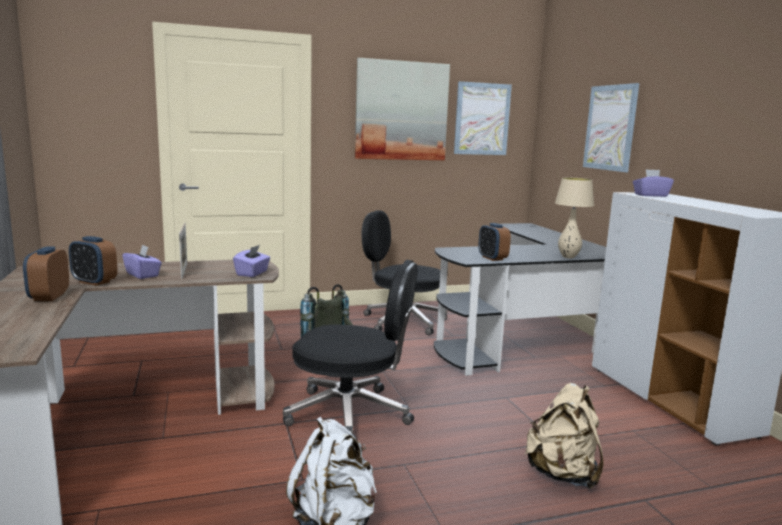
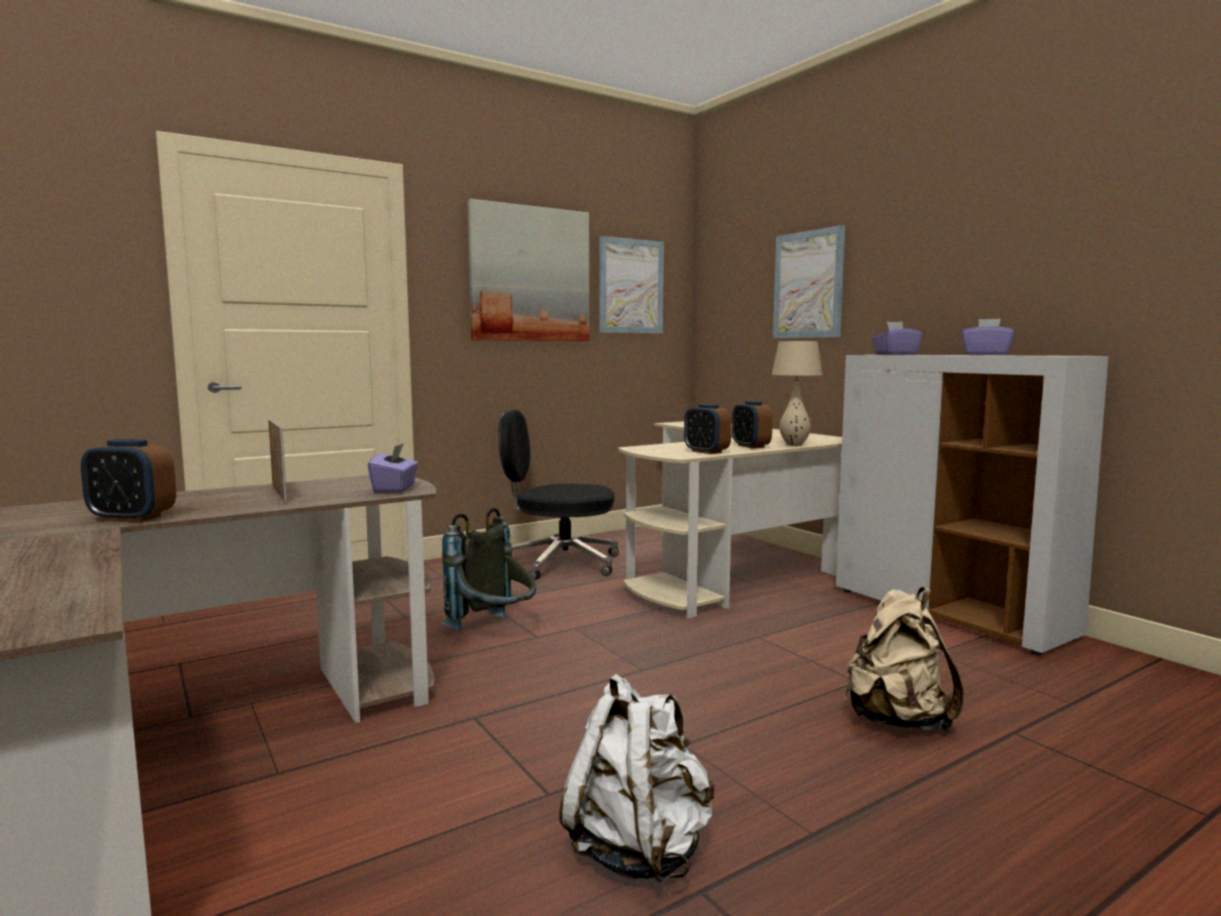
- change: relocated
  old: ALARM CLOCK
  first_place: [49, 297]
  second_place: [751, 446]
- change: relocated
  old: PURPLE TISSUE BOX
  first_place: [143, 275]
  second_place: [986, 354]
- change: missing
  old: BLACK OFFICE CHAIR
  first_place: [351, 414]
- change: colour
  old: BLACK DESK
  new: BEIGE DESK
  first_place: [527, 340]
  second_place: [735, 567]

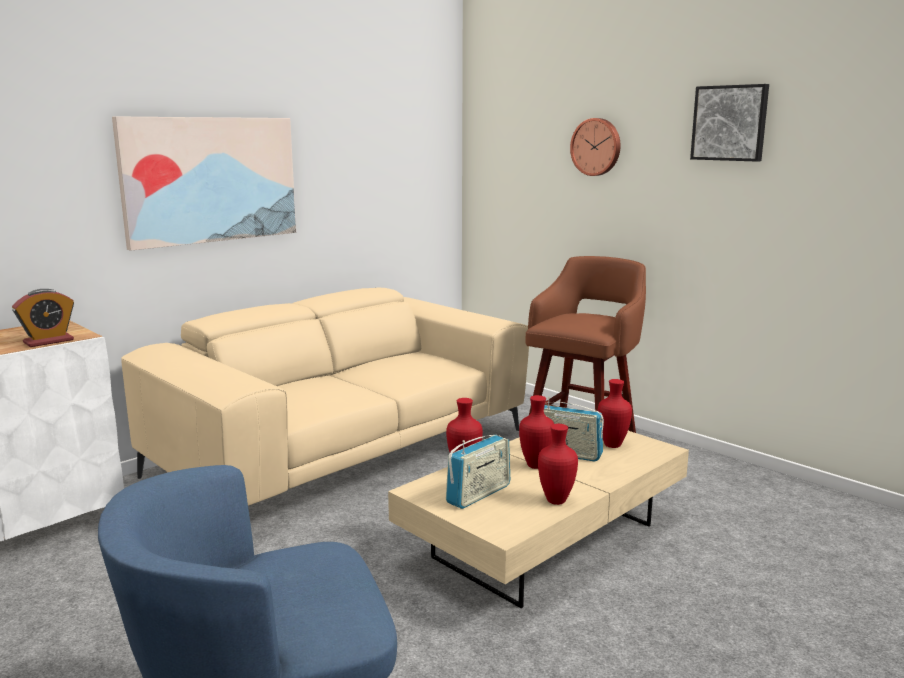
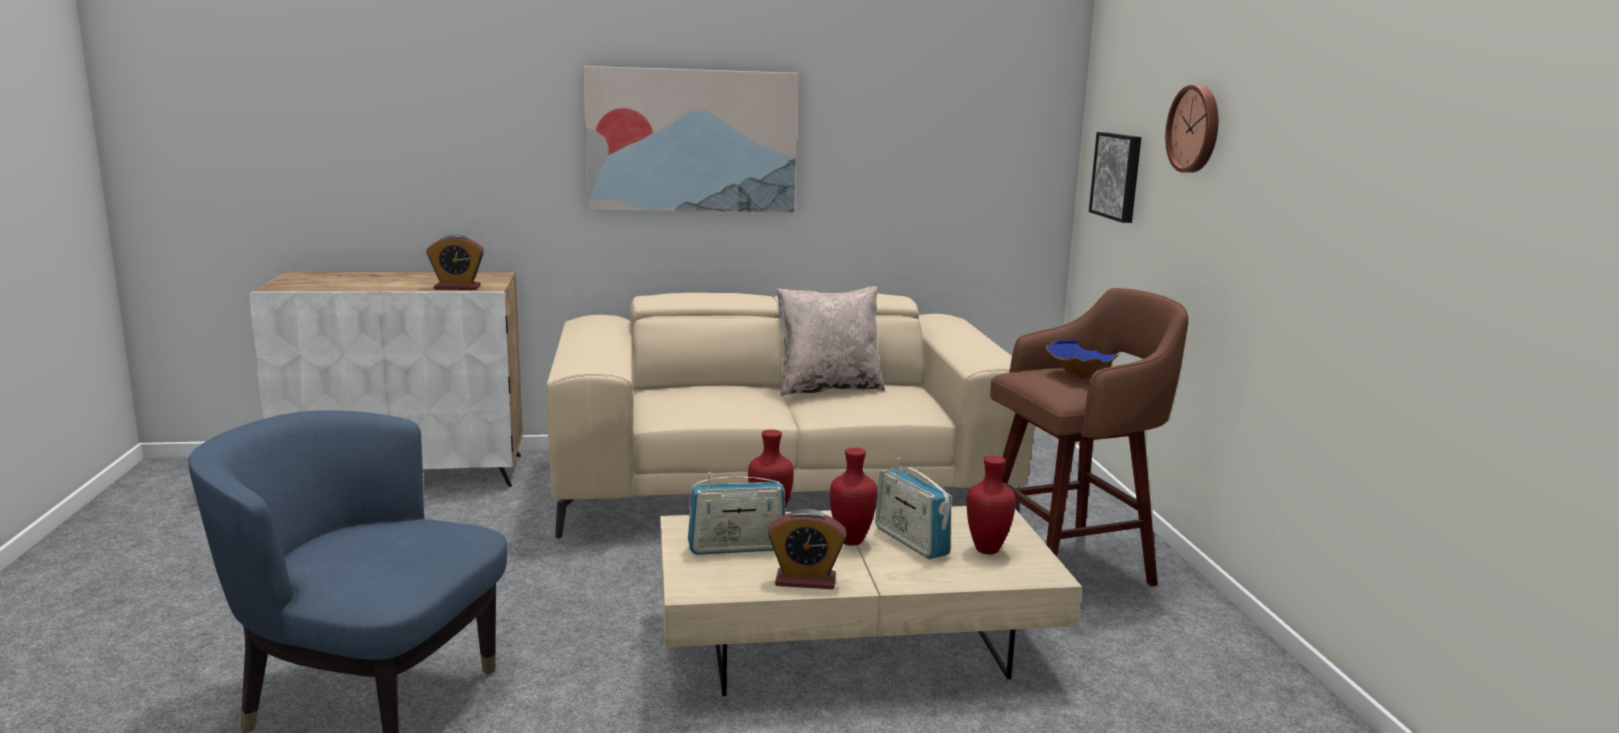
- change: exchanged
  old: RED VASE
  new: ALARM CLOCK
  first_place: [556, 500]
  second_place: [805, 580]
- change: relocated
  old: PICTURE
  first_place: [730, 123]
  second_place: [1118, 176]
- change: appeared
  new: BEIGE PILLOW
  second_place: [828, 388]
- change: appeared
  new: BLUE BOWL
  second_place: [1077, 375]

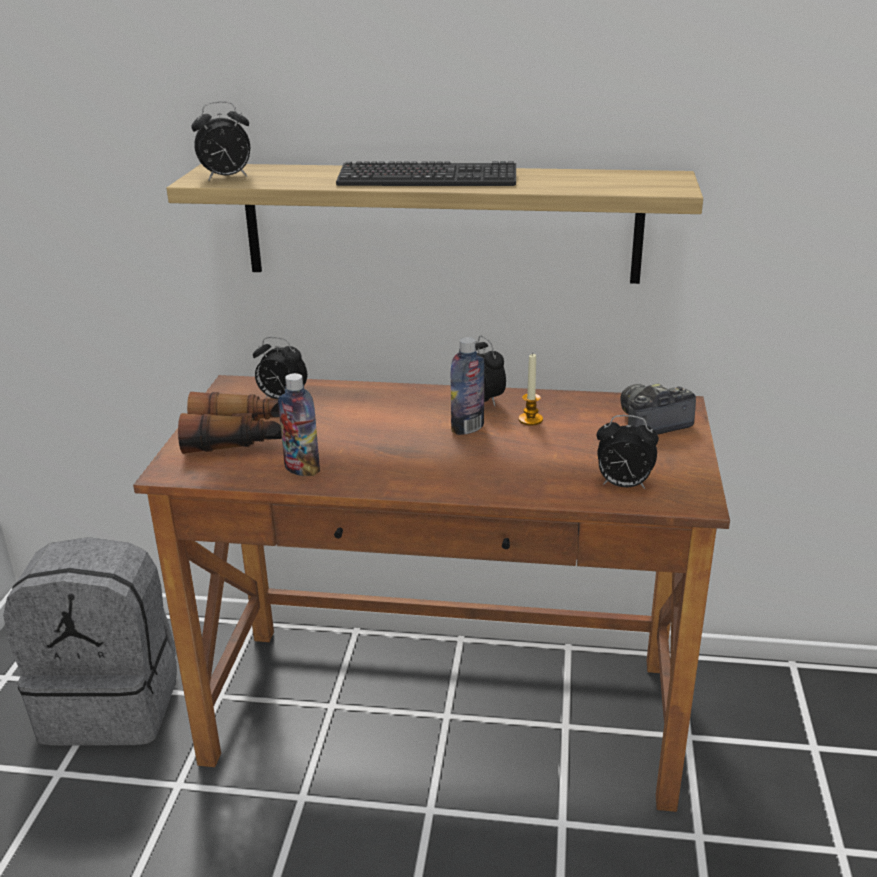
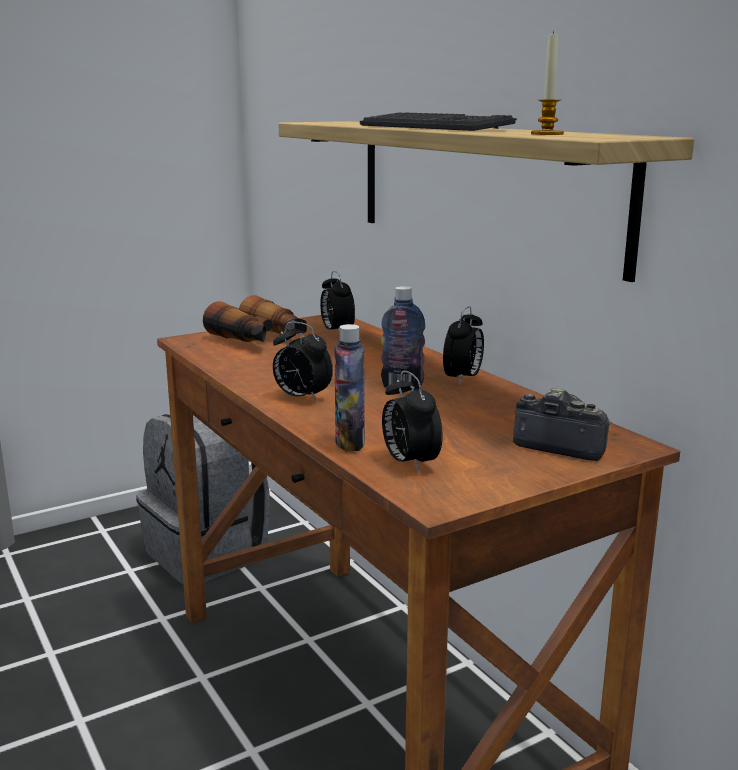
- change: relocated
  old: ALARM CLOCK
  first_place: [226, 178]
  second_place: [301, 398]
- change: relocated
  old: BOTTLE
  first_place: [302, 469]
  second_place: [350, 443]
- change: relocated
  old: CANDLE
  first_place: [530, 419]
  second_place: [547, 134]

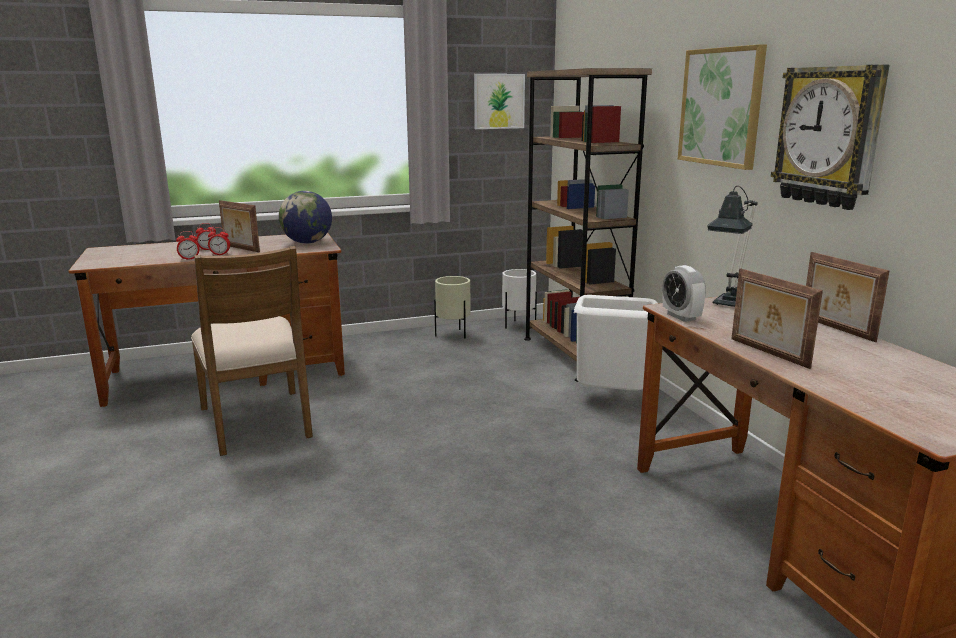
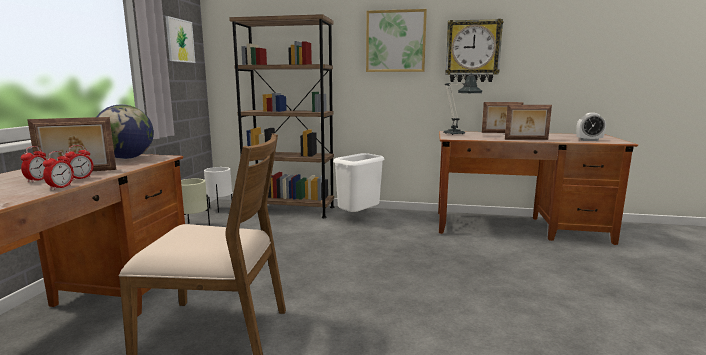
- change: relocated
  old: ALARM CLOCK
  first_place: [681, 317]
  second_place: [589, 140]

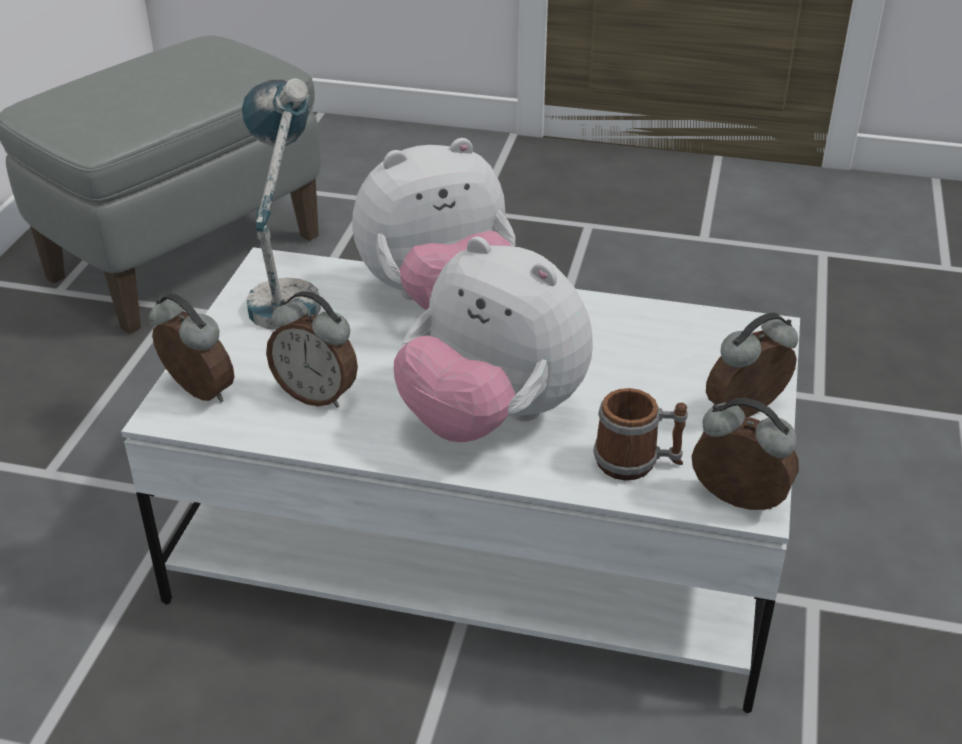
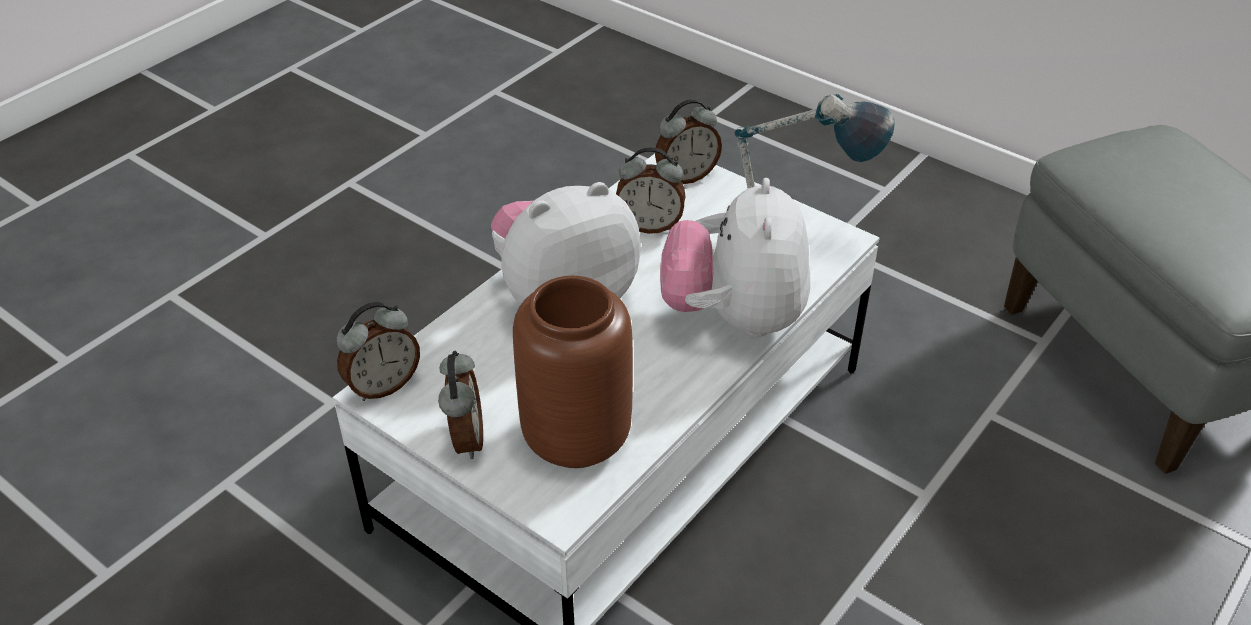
- change: spun
  old: ALARM CLOCK
  first_place: [317, 395]
  second_place: [649, 225]
  degrees: -135
- change: missing
  old: MUG
  first_place: [637, 463]
- change: appeared
  new: BROWN VASE
  second_place: [574, 439]

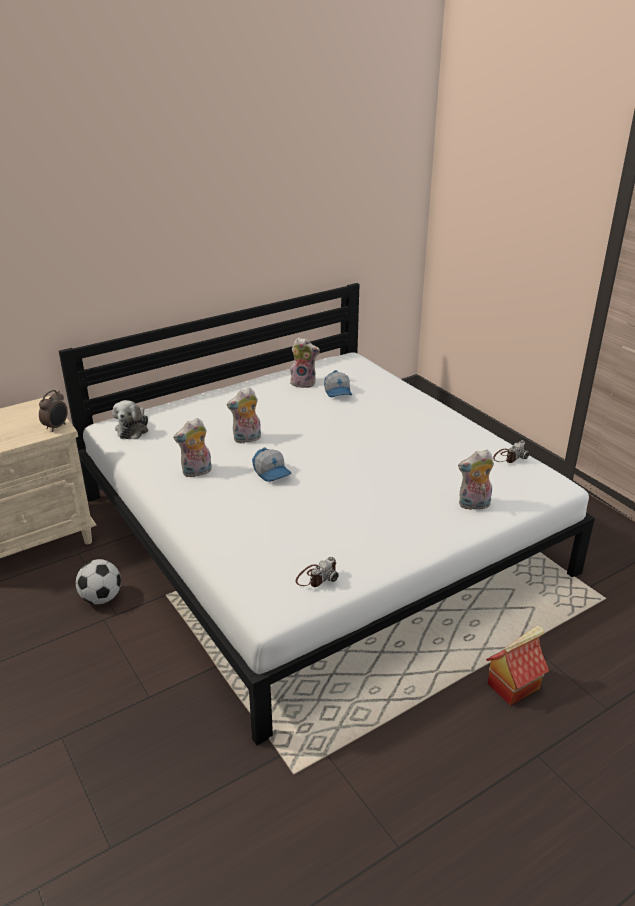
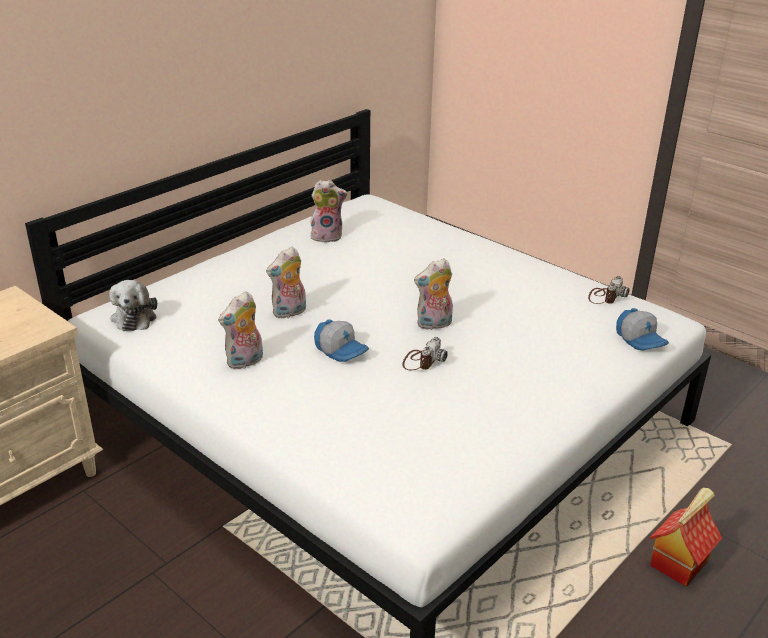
- change: missing
  old: ALARM CLOCK
  first_place: [56, 427]
- change: missing
  old: FOOTBALL
  first_place: [101, 598]
- change: relocated
  old: PHOTO CAMERA
  first_place: [316, 577]
  second_place: [422, 360]
- change: relocated
  old: CAP
  first_place: [338, 392]
  second_place: [641, 339]
- change: relocated
  old: PLUSH TOY
  first_place: [473, 505]
  second_place: [434, 324]

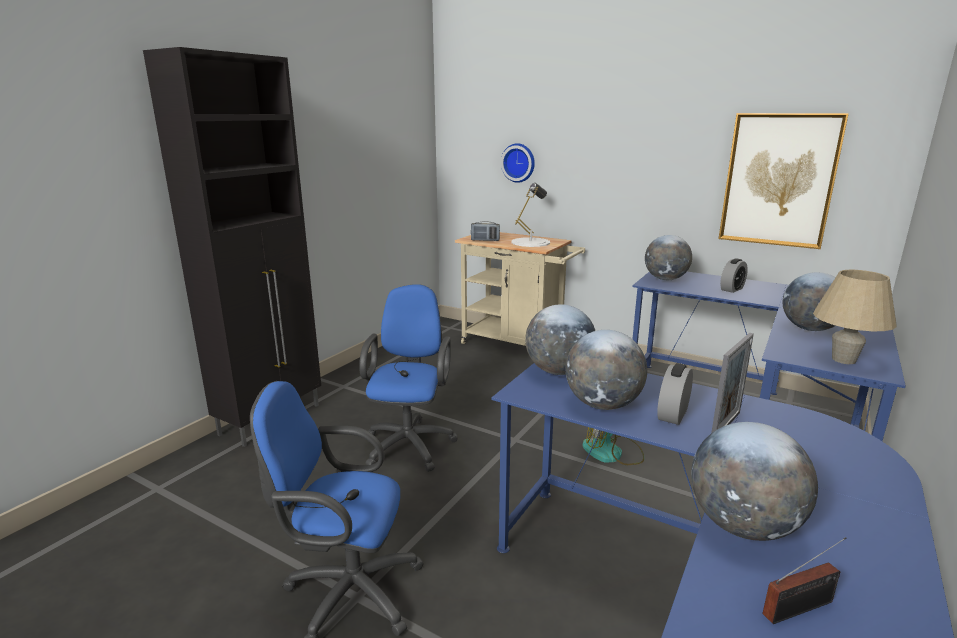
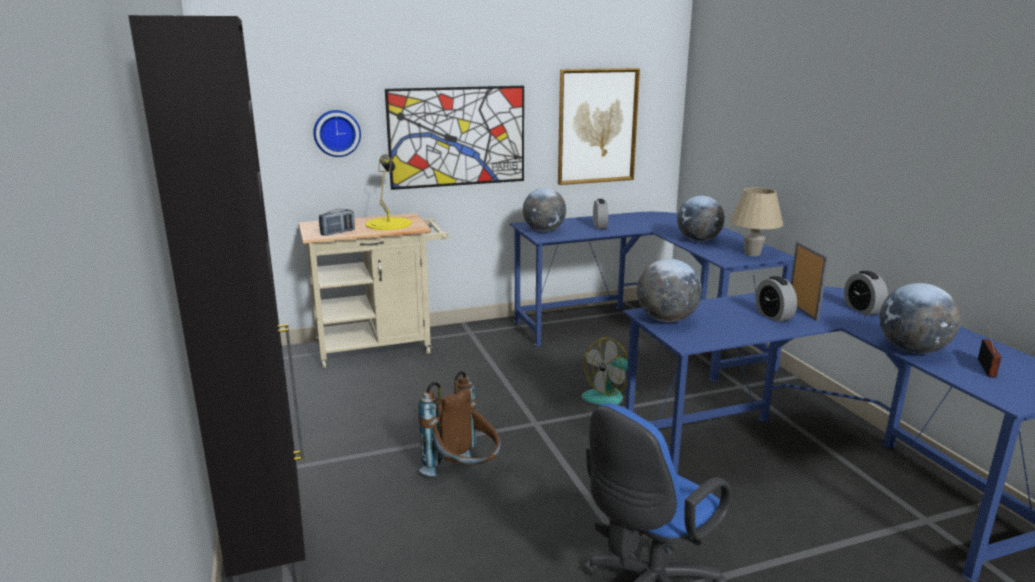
- change: exchanged
  old: BLUE OFFICE CHAIR
  new: BROWN BACKPACK
  first_place: [410, 443]
  second_place: [464, 475]
- change: colour
  old: WHITE TABLE LAMP
  new: YELLOW TABLE LAMP
  first_place: [530, 242]
  second_place: [388, 224]
- change: missing
  old: GLOBE
  first_place: [602, 405]
- change: appeared
  new: PICTURE
  second_place: [457, 137]
- change: appeared
  new: ALARM CLOCK
  second_place: [862, 309]

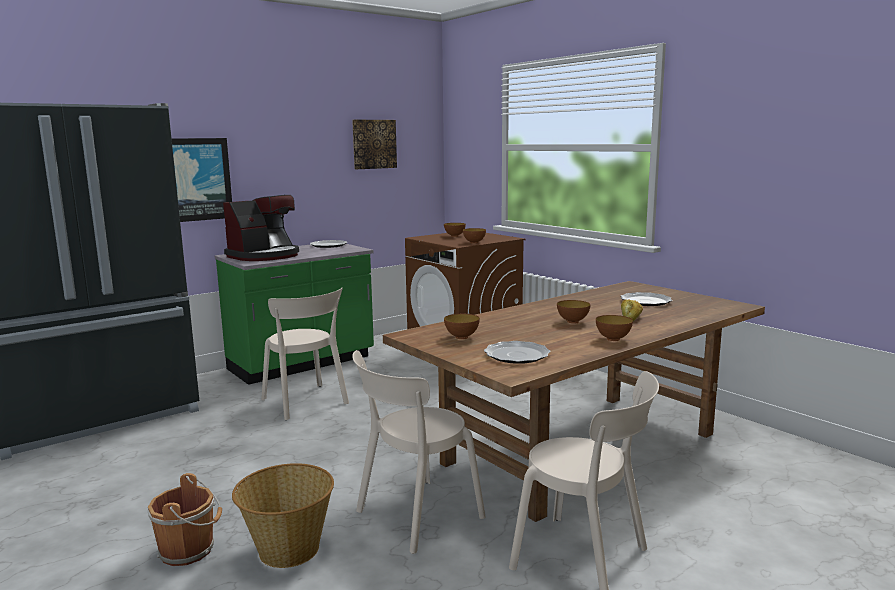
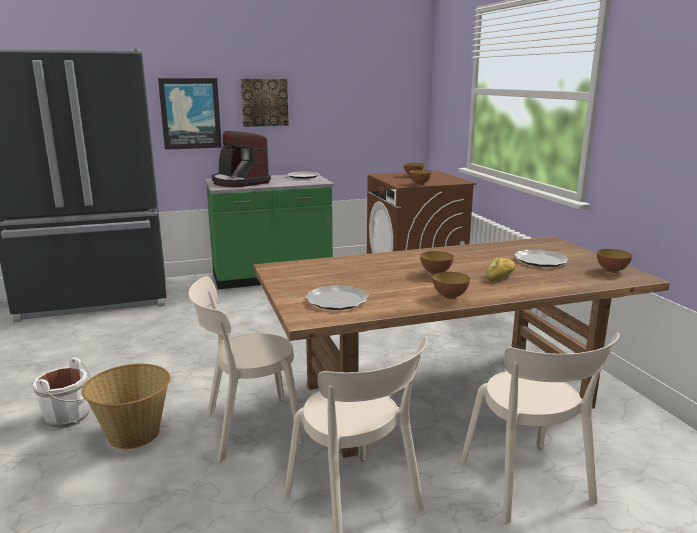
- change: colour
  old: BROWN BUCKET
  new: WHITE BUCKET
  first_place: [189, 550]
  second_place: [69, 418]
- change: spun
  old: COFFEE MACHINE
  first_place: [265, 256]
  second_place: [239, 182]
  degrees: 75
- change: relocated
  old: BEIGE CHAIR
  first_place: [306, 403]
  second_place: [528, 485]
- change: relocated
  old: PICTURE
  first_place: [374, 144]
  second_place: [264, 102]
- change: relocated
  old: BOWL
  first_place: [461, 337]
  second_place: [611, 271]

